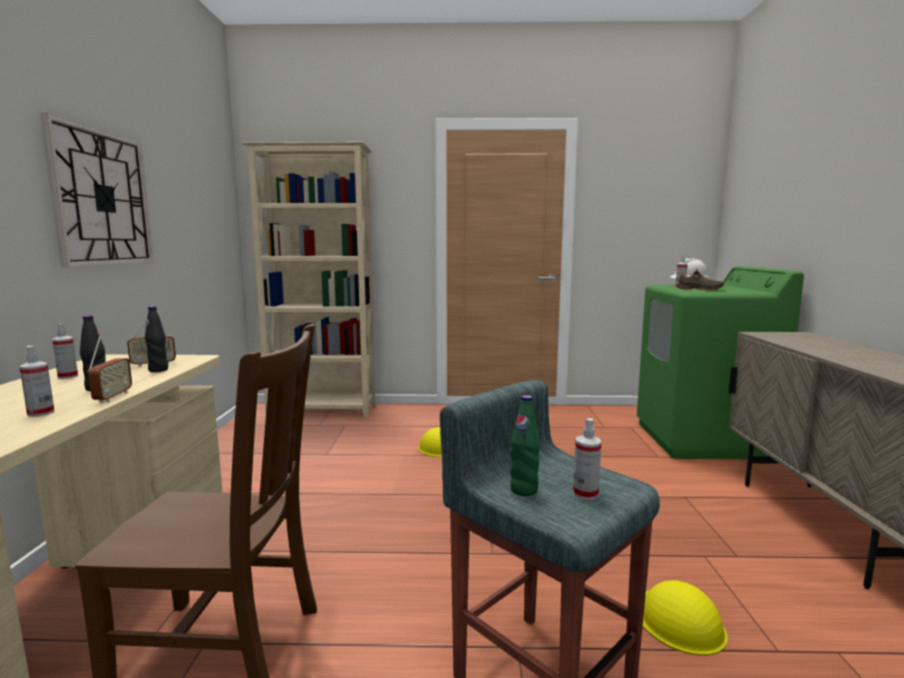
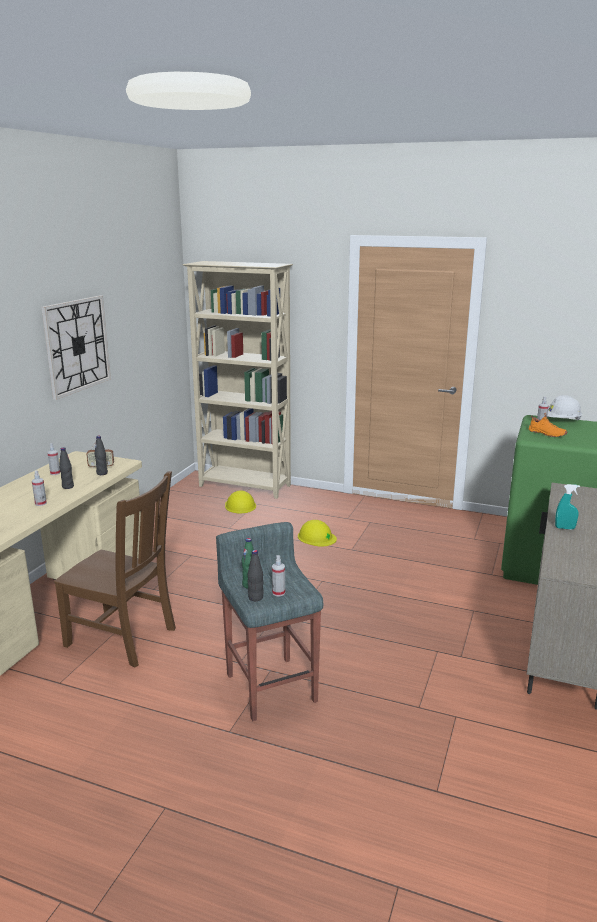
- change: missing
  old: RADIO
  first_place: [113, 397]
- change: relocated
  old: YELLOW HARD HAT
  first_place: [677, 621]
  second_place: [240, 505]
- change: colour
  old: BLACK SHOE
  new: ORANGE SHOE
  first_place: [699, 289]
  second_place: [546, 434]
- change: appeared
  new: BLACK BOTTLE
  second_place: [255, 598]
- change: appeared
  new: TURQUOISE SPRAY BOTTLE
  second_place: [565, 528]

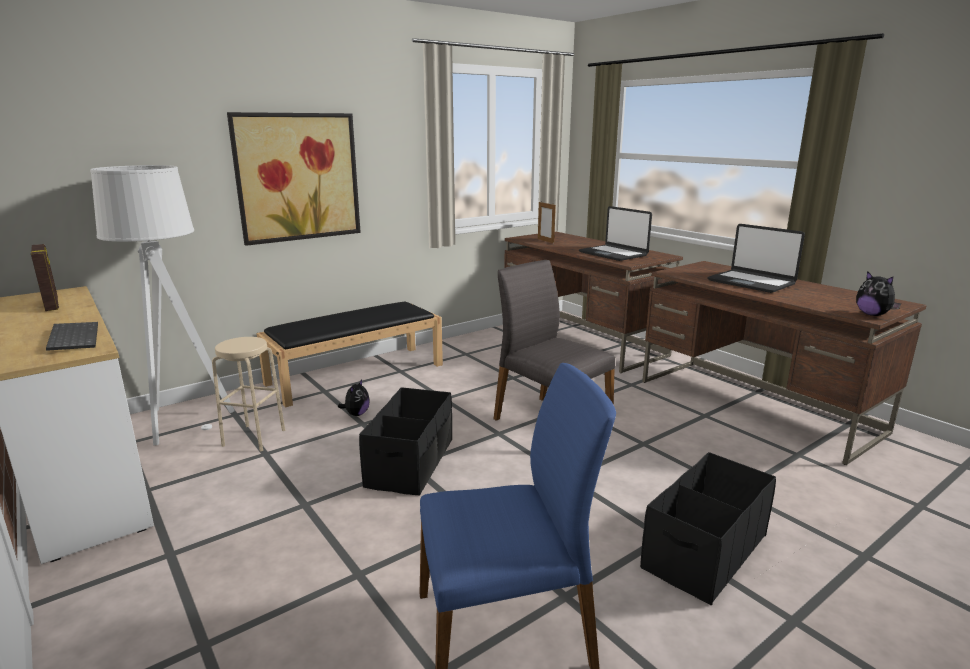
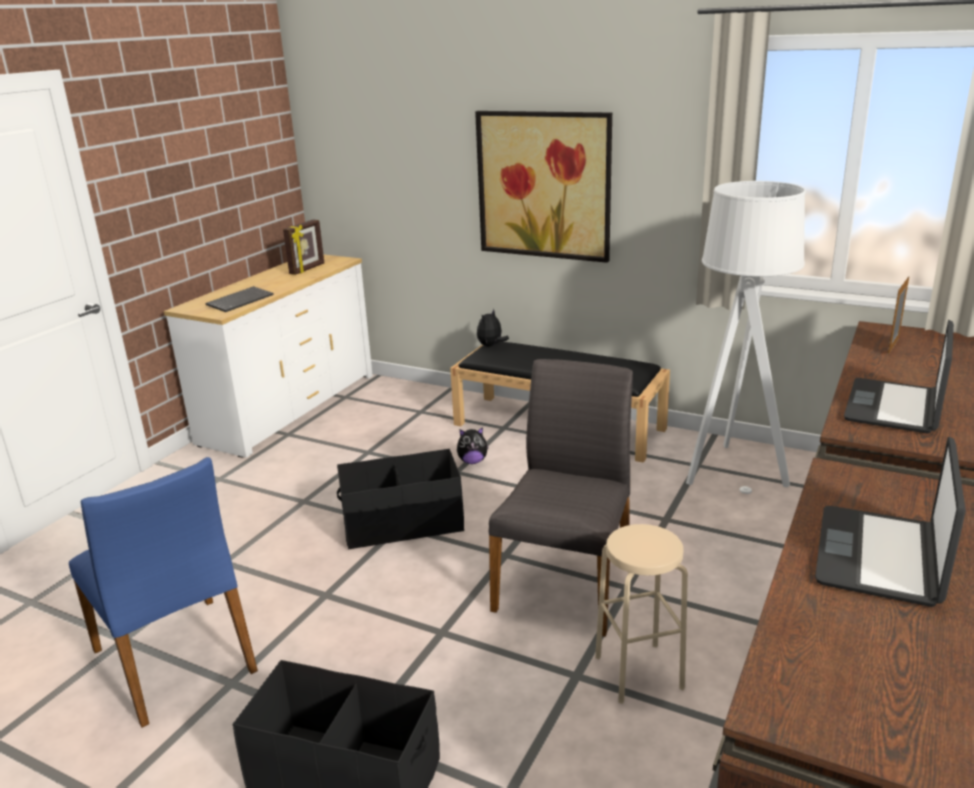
- change: relocated
  old: WHITE FLOOR LAMP
  first_place: [182, 422]
  second_place: [732, 472]
- change: relocated
  old: BEIGE STOOL
  first_place: [254, 437]
  second_place: [638, 672]
- change: relocated
  old: PLUSH TOY
  first_place: [872, 315]
  second_place: [491, 346]

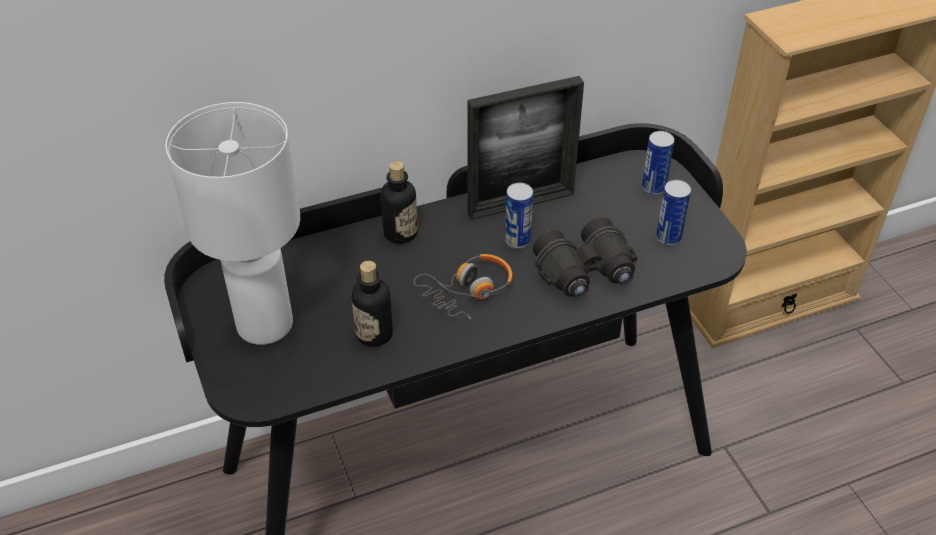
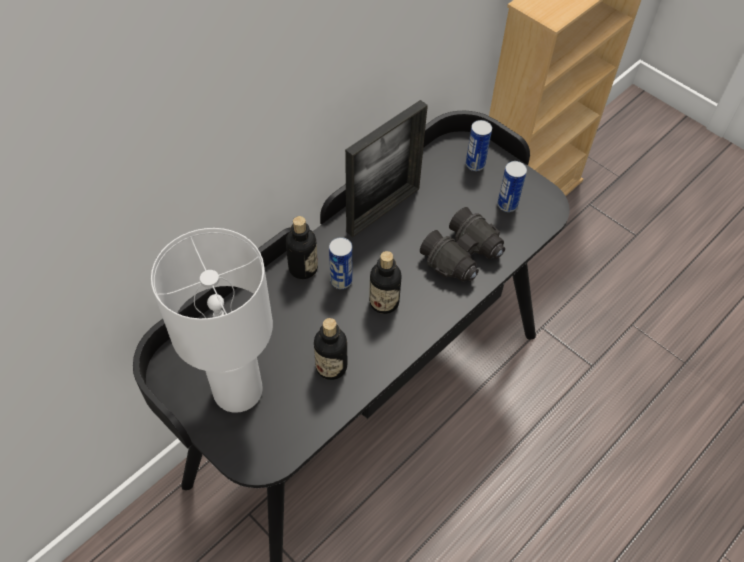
- change: exchanged
  old: HEADPHONES
  new: BOTTLE
  first_place: [468, 291]
  second_place: [384, 302]
- change: relocated
  old: CAN
  first_place: [517, 241]
  second_place: [341, 281]

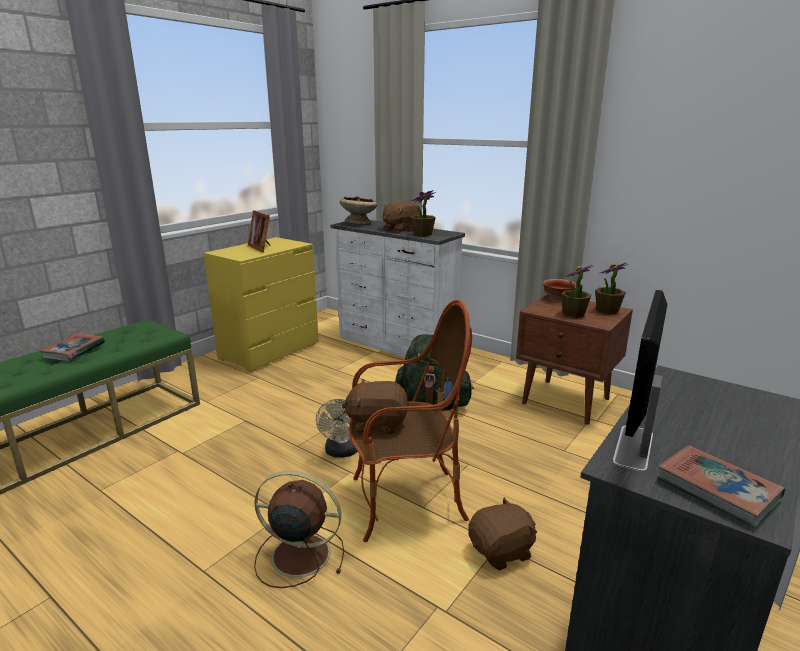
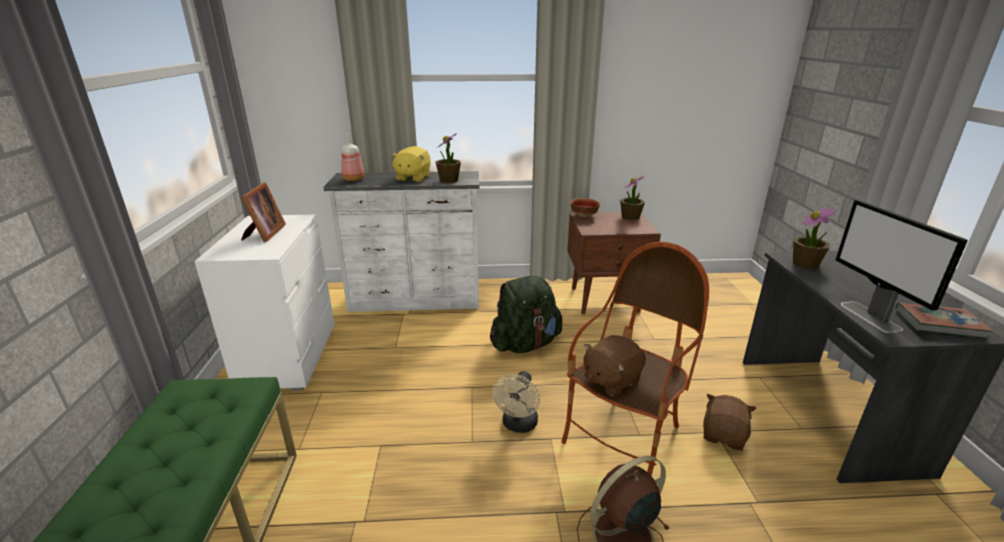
- change: missing
  old: BOOK
  first_place: [74, 350]
- change: colour
  old: YELLOW DRESSER
  new: WHITE DRESSER
  first_place: [270, 351]
  second_place: [289, 356]
- change: spun
  old: PICTURE FRAME
  first_place: [262, 247]
  second_place: [264, 234]
  degrees: -105
- change: spun
  old: BEIGE FAN
  first_place: [341, 452]
  second_place: [518, 425]
  degrees: 60
- change: exchanged
  old: BEIGE BOWL
  new: BOTTLE
  first_place: [359, 223]
  second_place: [353, 179]
- change: colour
  old: BROWN PLUSH TOY
  new: YELLOW PLUSH TOY
  first_place: [400, 229]
  second_place: [412, 178]
- change: relocated
  old: POTTED PLANT
  first_place: [573, 314]
  second_place: [805, 264]

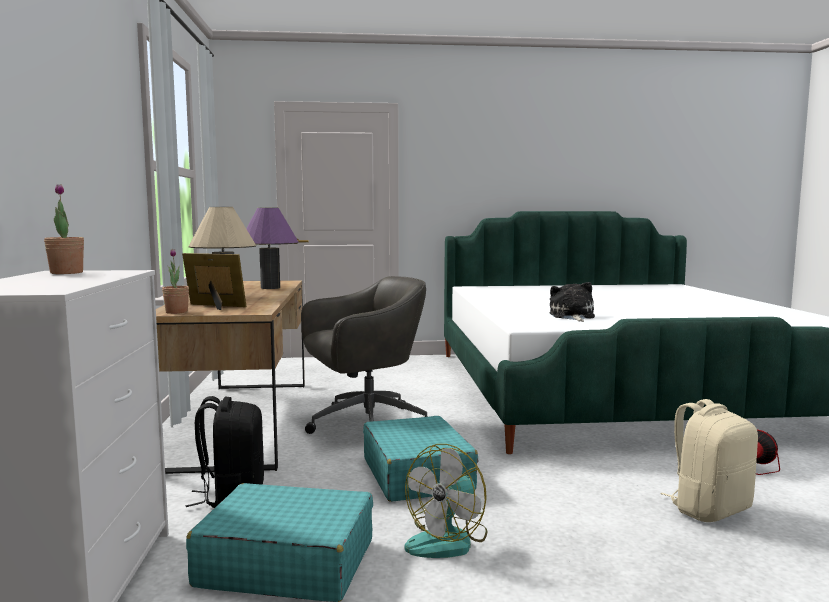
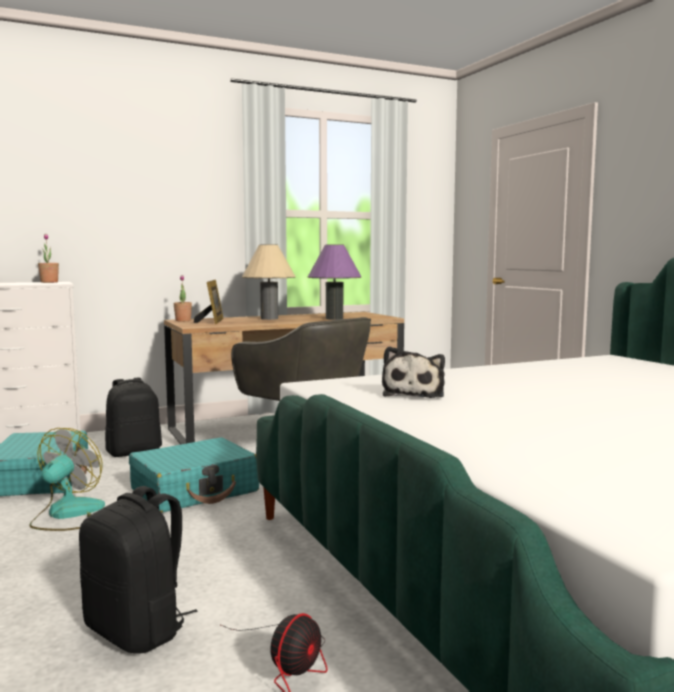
- change: spun
  old: FAN
  first_place: [448, 540]
  second_place: [67, 515]
  degrees: 90
- change: spun
  old: PLUSH TOY
  first_place: [572, 316]
  second_place: [414, 394]
  degrees: 120
- change: colour
  old: BEIGE BACKPACK
  new: BLACK BACKPACK
  first_place: [709, 509]
  second_place: [138, 631]

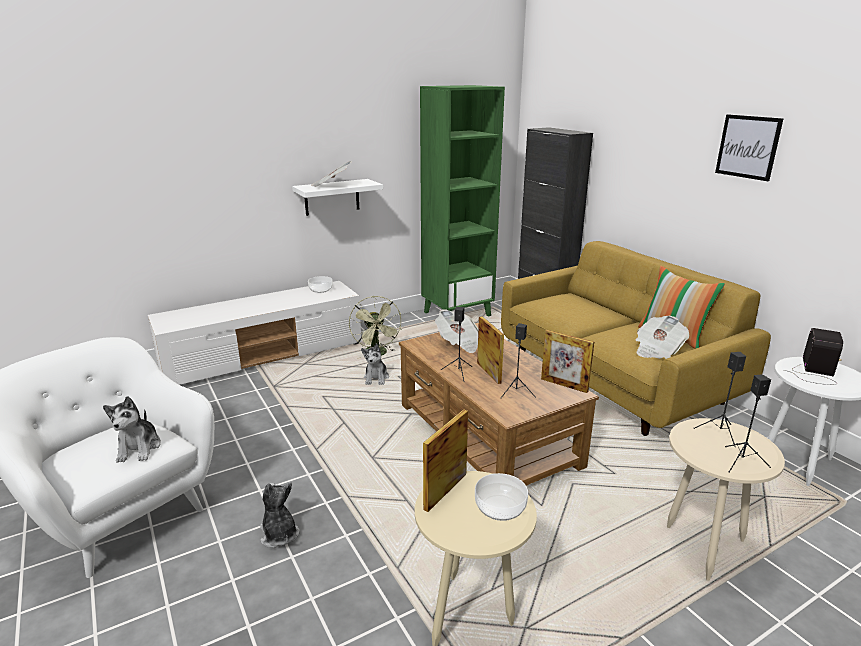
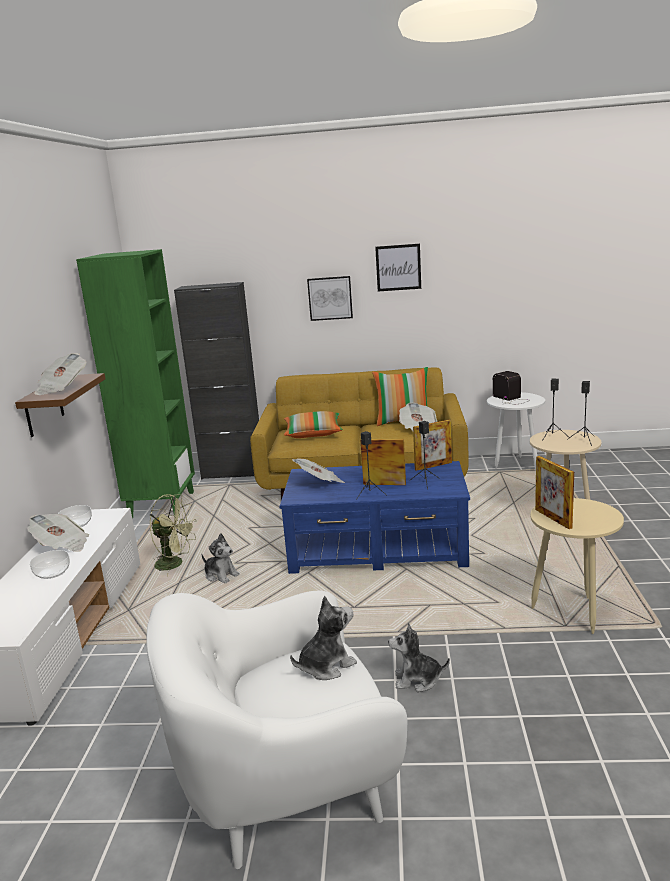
- change: spun
  old: PLUSH TOY
  first_place: [139, 448]
  second_place: [326, 666]
  degrees: -60
- change: colour
  old: WHITE SHELF
  new: BROWN SHELF
  first_place: [332, 197]
  second_place: [43, 406]
- change: colour
  old: BROWN COFFEE TABLE
  new: BLUE COFFEE TABLE
  first_place: [486, 435]
  second_place: [378, 549]
- change: relocated
  old: BOWL
  first_place: [500, 508]
  second_place: [52, 572]
- change: appeared
  new: NEWSPAPER
  second_place: [62, 546]
- change: appeared
  new: PILLOW
  second_place: [313, 434]
- change: appeared
  new: PICTURE
  second_place: [330, 298]

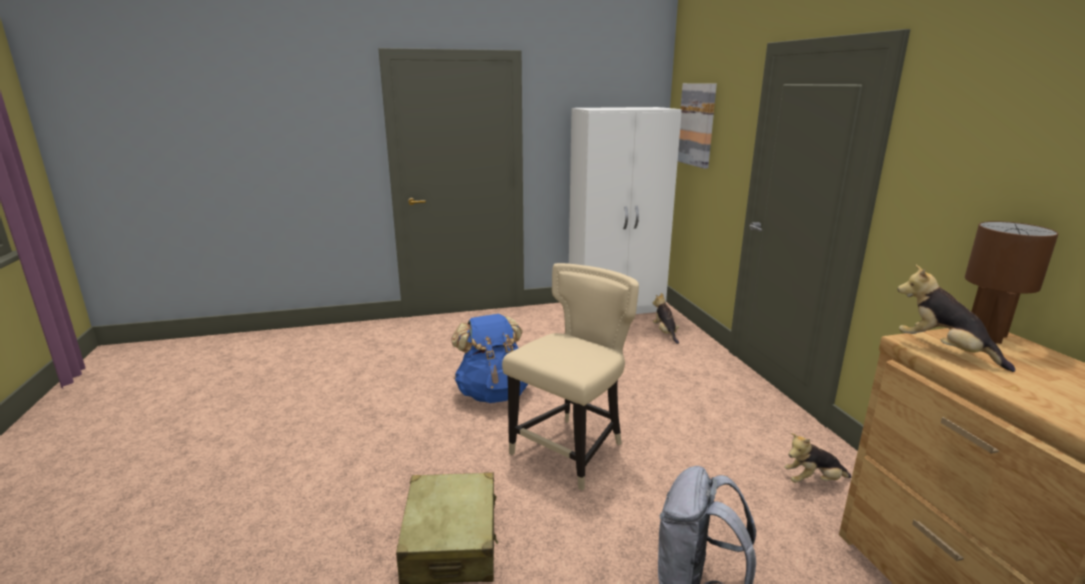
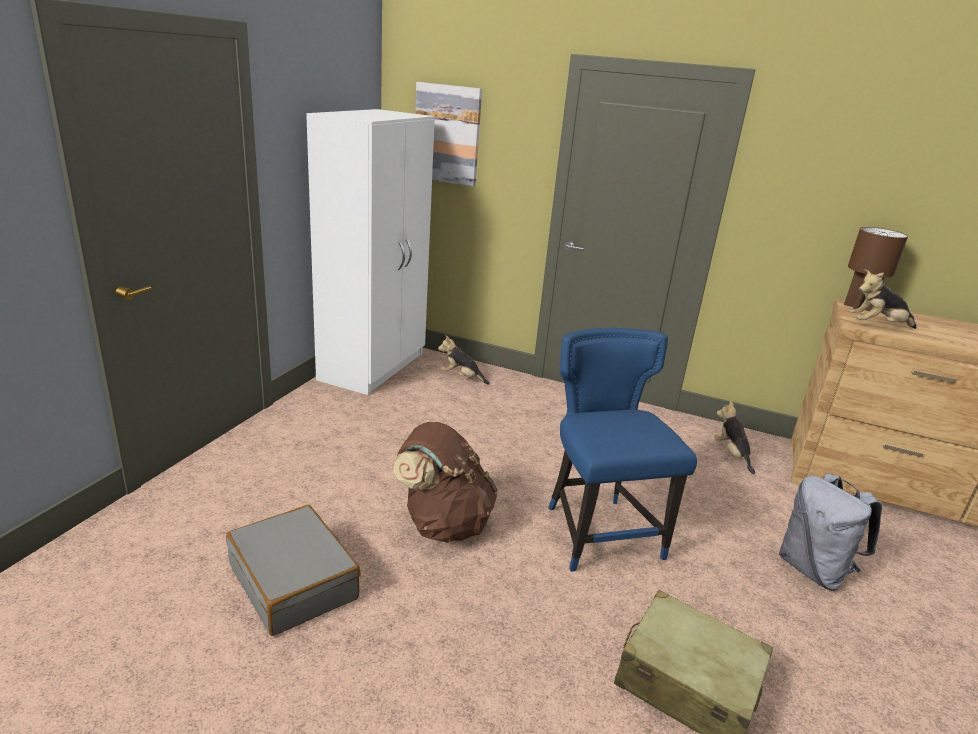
- change: colour
  old: BLUE BACKPACK
  new: BROWN BACKPACK
  first_place: [494, 393]
  second_place: [443, 523]
- change: colour
  old: BEIGE CHAIR
  new: BLUE CHAIR
  first_place: [571, 450]
  second_place: [599, 532]
- change: spun
  old: PLUSH TOY
  first_place: [813, 481]
  second_place: [732, 454]
  degrees: 135
- change: appeared
  new: GREY SUITCASE
  second_place: [294, 581]

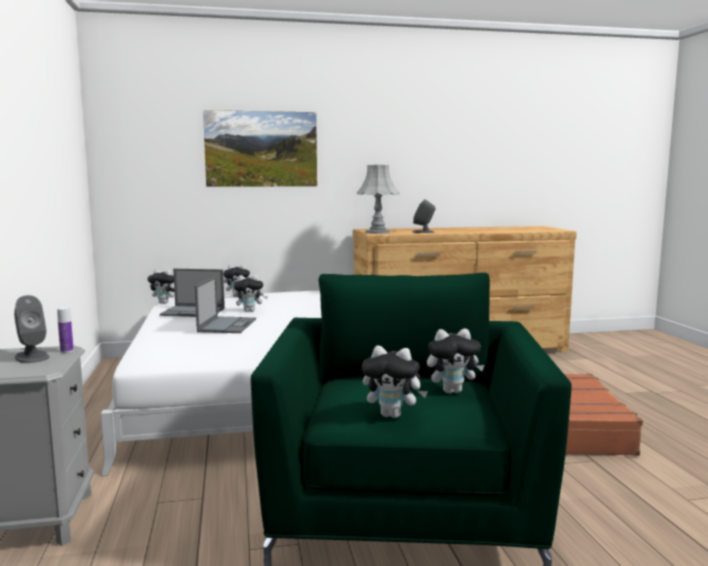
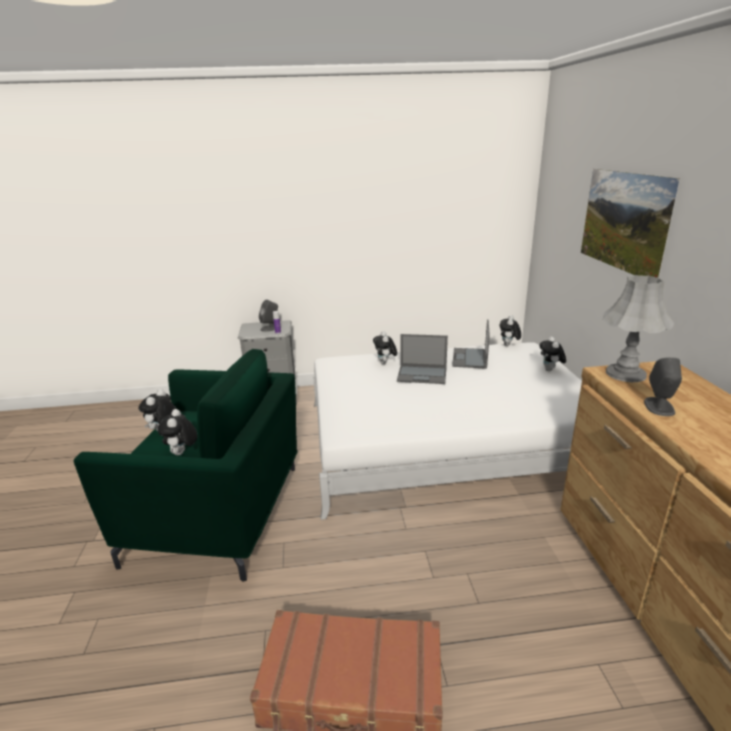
- change: relocated
  old: PLUSH TOY
  first_place: [250, 311]
  second_place: [385, 363]

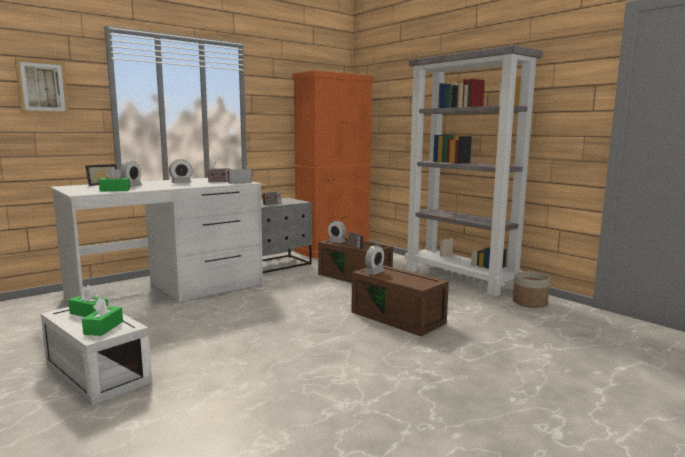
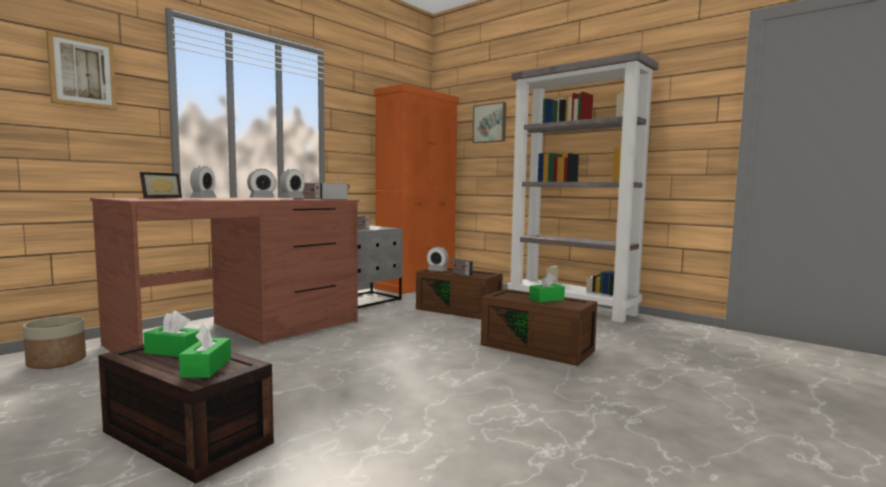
- change: colour
  old: WHITE STORAGE BOX
  new: BROWN STORAGE BOX
  first_place: [95, 373]
  second_place: [182, 437]
- change: colour
  old: WHITE DESK
  new: BROWN DESK
  first_place: [168, 291]
  second_place: [242, 332]
- change: relocated
  old: GREEN TISSUE BOX
  first_place: [115, 190]
  second_place: [546, 299]
- change: relocated
  old: ALARM CLOCK
  first_place: [374, 272]
  second_place: [292, 199]
- change: relocated
  old: PLANTER
  first_place: [530, 303]
  second_place: [57, 362]
- change: appeared
  new: PICTURE
  second_place: [490, 123]

